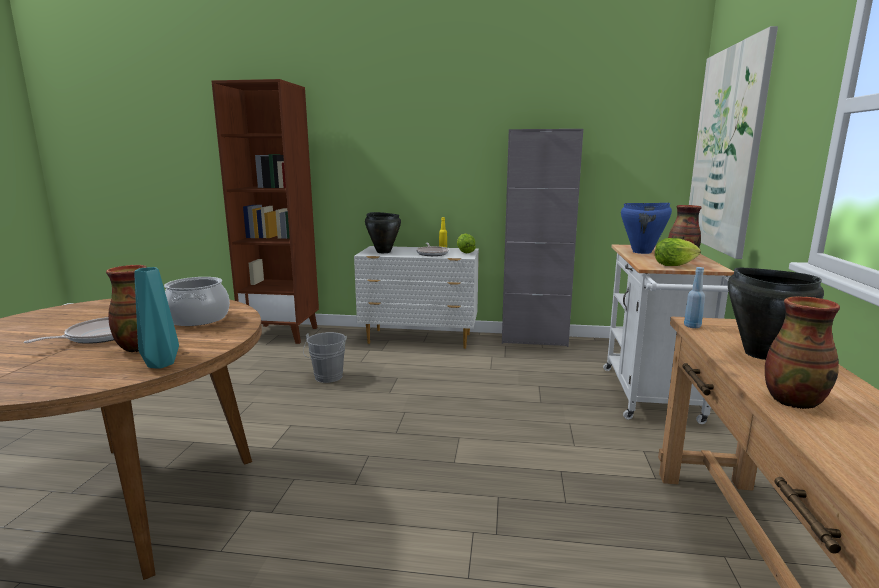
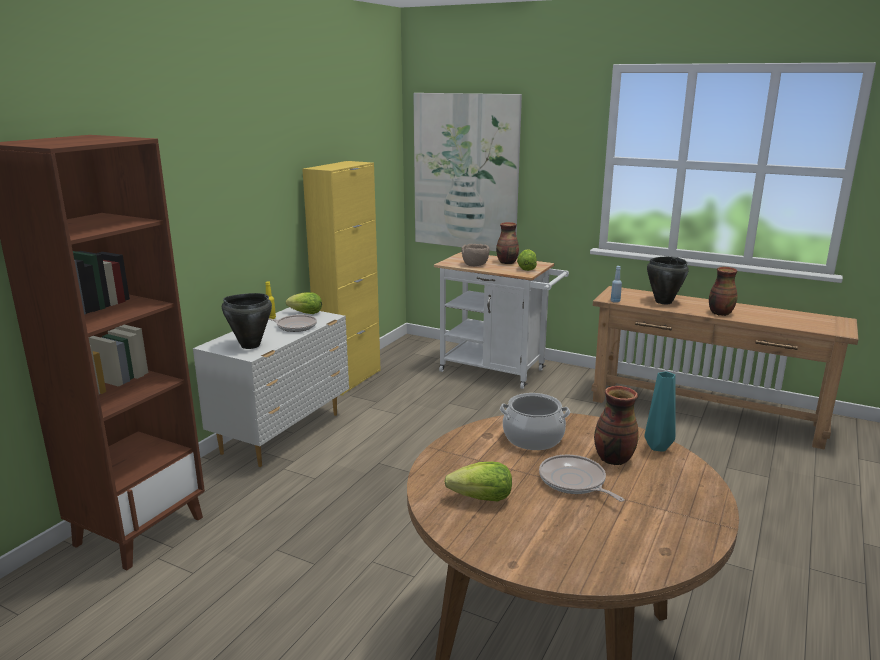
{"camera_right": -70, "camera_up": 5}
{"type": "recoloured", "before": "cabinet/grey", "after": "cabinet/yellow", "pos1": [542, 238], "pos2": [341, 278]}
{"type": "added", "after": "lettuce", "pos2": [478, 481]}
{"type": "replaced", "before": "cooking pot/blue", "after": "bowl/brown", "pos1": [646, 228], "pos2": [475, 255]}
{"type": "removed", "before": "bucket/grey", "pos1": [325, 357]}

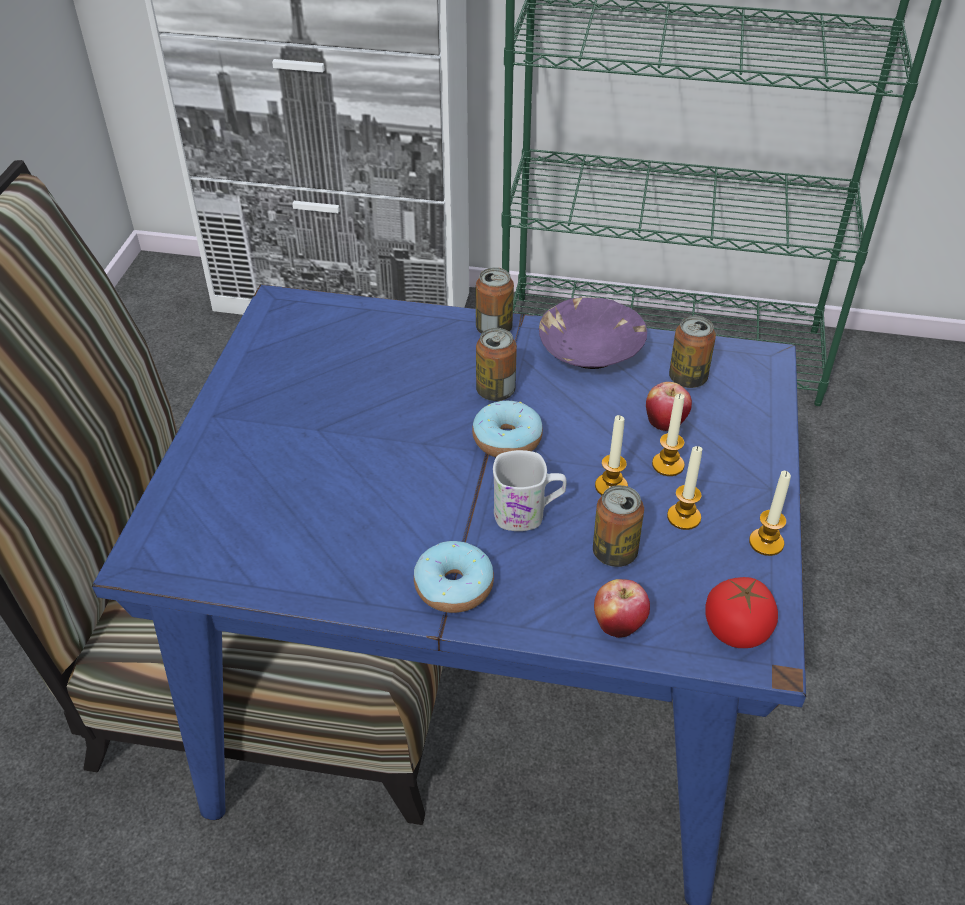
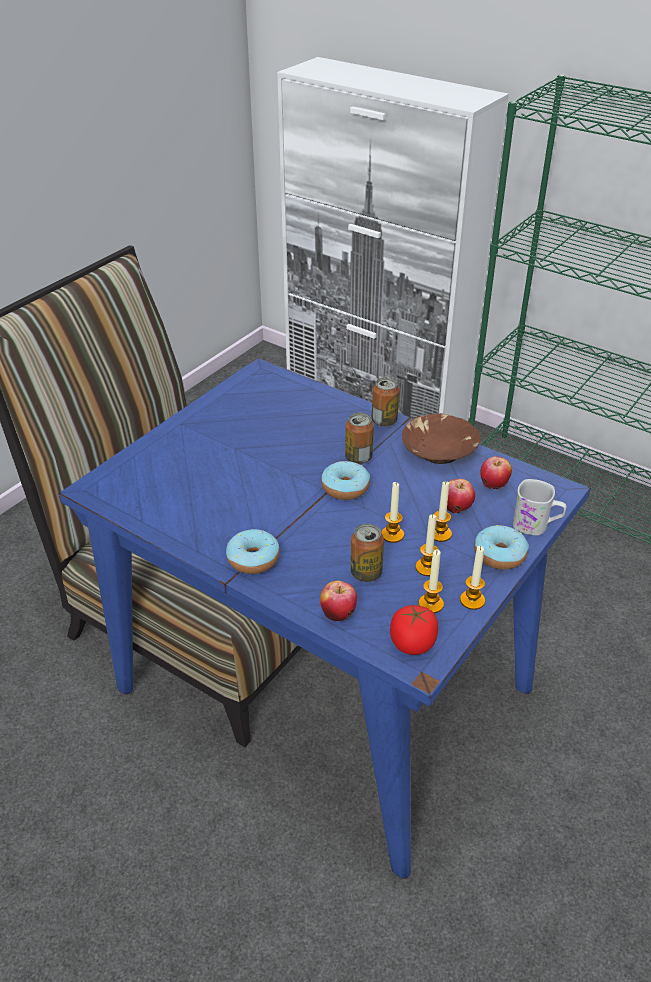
{"camera_right": 25, "camera_up": -5}
{"type": "recoloured", "before": "bowl/purple", "after": "bowl/brown", "pos1": [593, 333], "pos2": [441, 438]}
{"type": "added", "after": "candle", "pos2": [431, 581]}
{"type": "added", "after": "donut", "pos2": [501, 547]}
{"type": "replaced", "before": "can", "after": "apple", "pos1": [692, 352], "pos2": [496, 472]}
{"type": "moved", "before": "mug/white", "pos1": [530, 490], "pos2": [540, 507]}

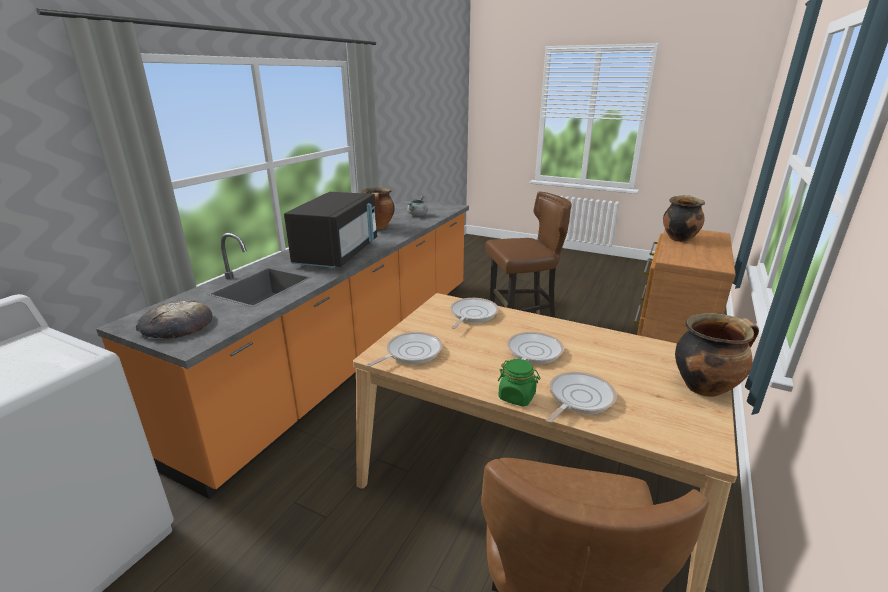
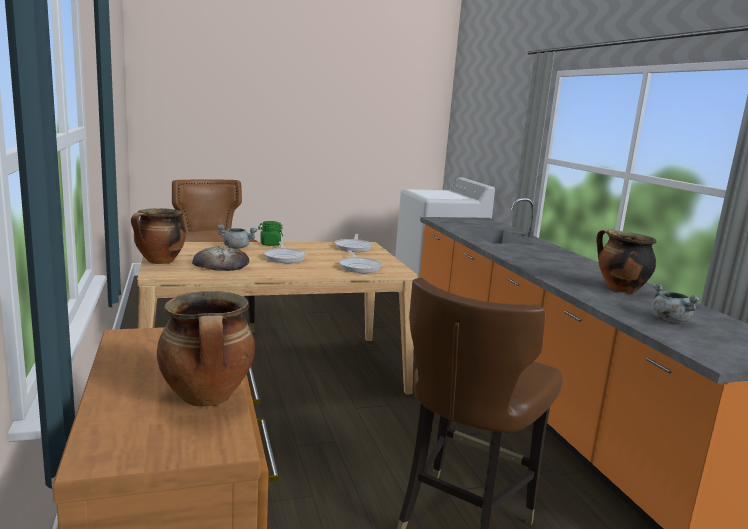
{"camera_right": 135, "camera_up": -10}
{"type": "moved", "before": "bread", "pos1": [174, 319], "pos2": [220, 258]}
{"type": "replaced", "before": "frying pan", "after": "cooking pot/grey", "pos1": [581, 397], "pos2": [237, 236]}
{"type": "removed", "before": "microwave/black", "pos1": [330, 230]}

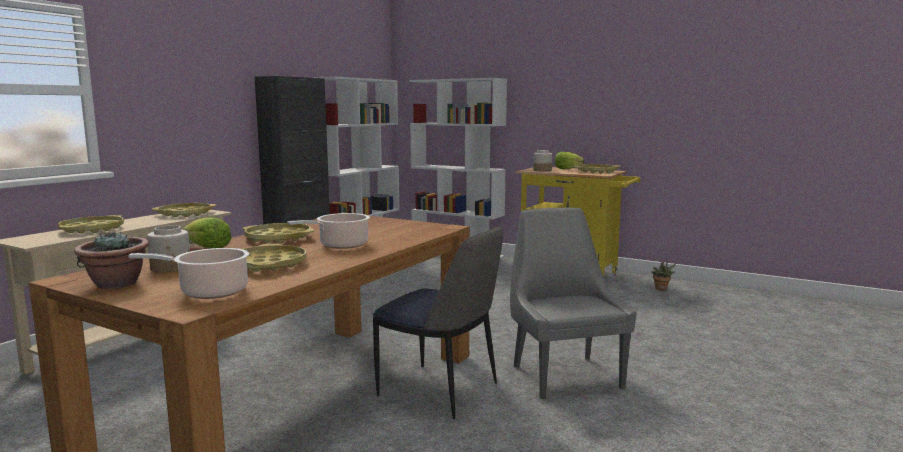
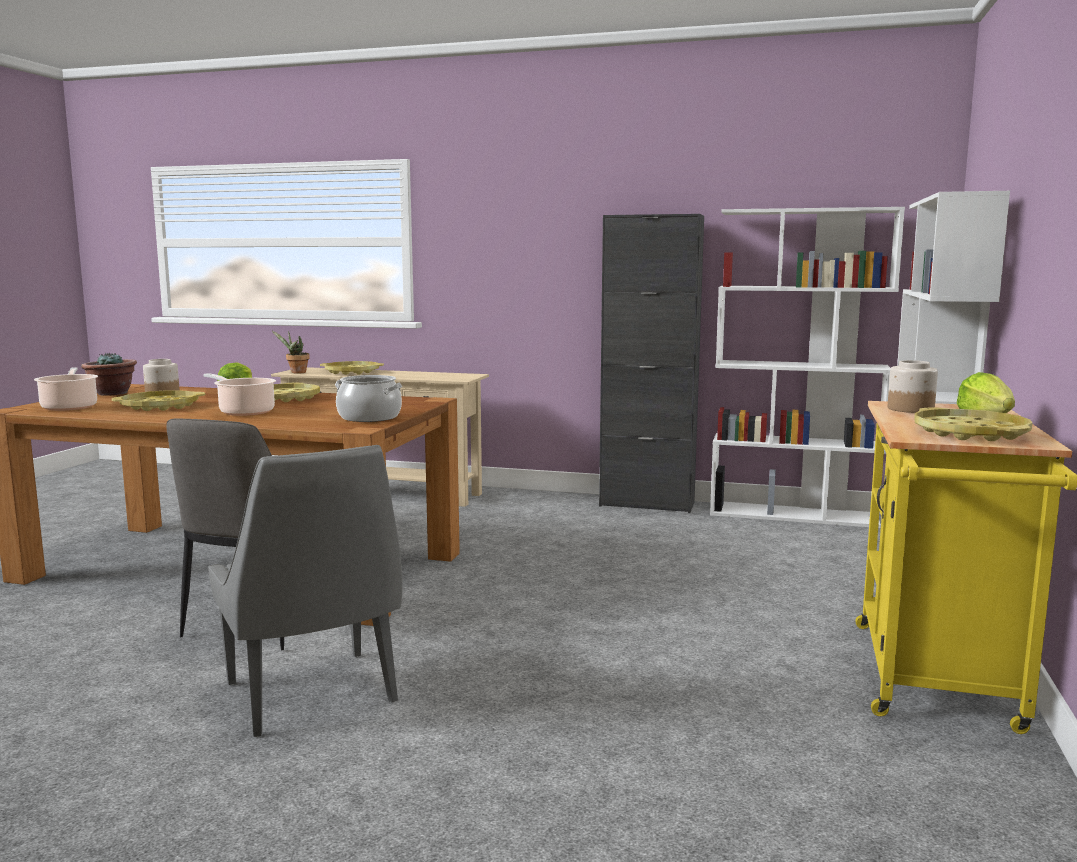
{"camera_right": 75, "camera_up": 0}
{"type": "turned", "before": "chair/grey", "pos1": [573, 303], "pos2": [305, 591], "turn": 90}
{"type": "moved", "before": "potted plant", "pos1": [663, 275], "pos2": [291, 352]}
{"type": "added", "after": "cooking pot", "pos2": [368, 398]}
{"type": "removed", "before": "tray/yellow", "pos1": [184, 210]}

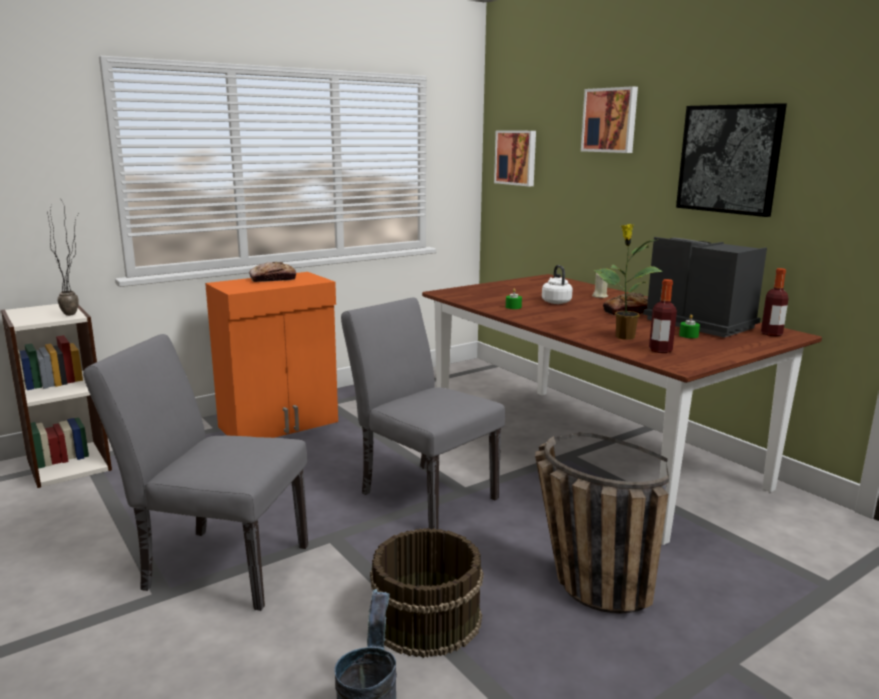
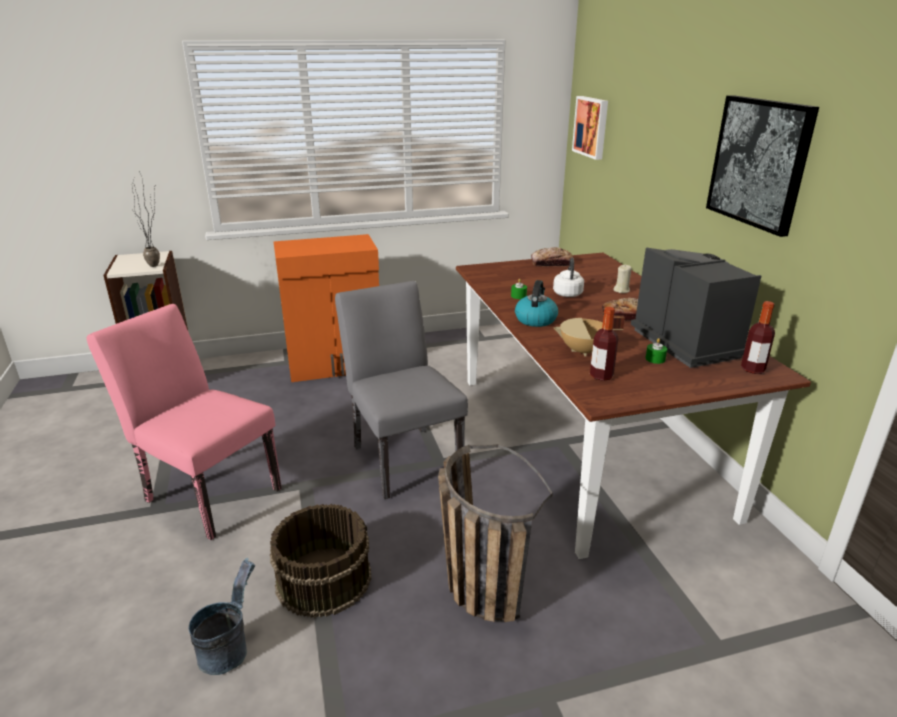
{"camera_right": 20, "camera_up": 10}
{"type": "recoloured", "before": "chair/grey", "after": "chair/pink", "pos1": [195, 472], "pos2": [184, 422]}
{"type": "added", "after": "kettle", "pos2": [536, 303]}
{"type": "moved", "before": "bread", "pos1": [272, 272], "pos2": [552, 256]}
{"type": "replaced", "before": "potted plant", "after": "cooking pot/beige", "pos1": [628, 282], "pos2": [589, 336]}
{"type": "removed", "before": "picture", "pos1": [609, 119]}

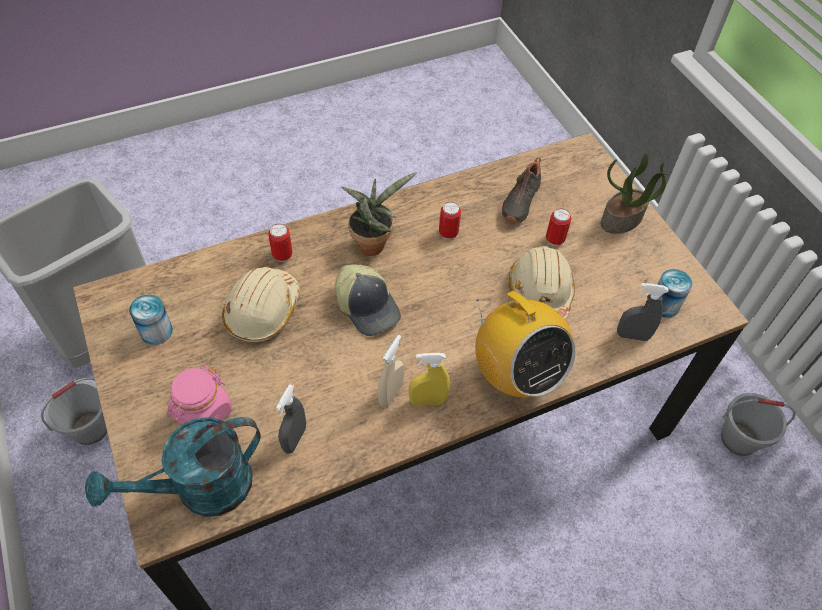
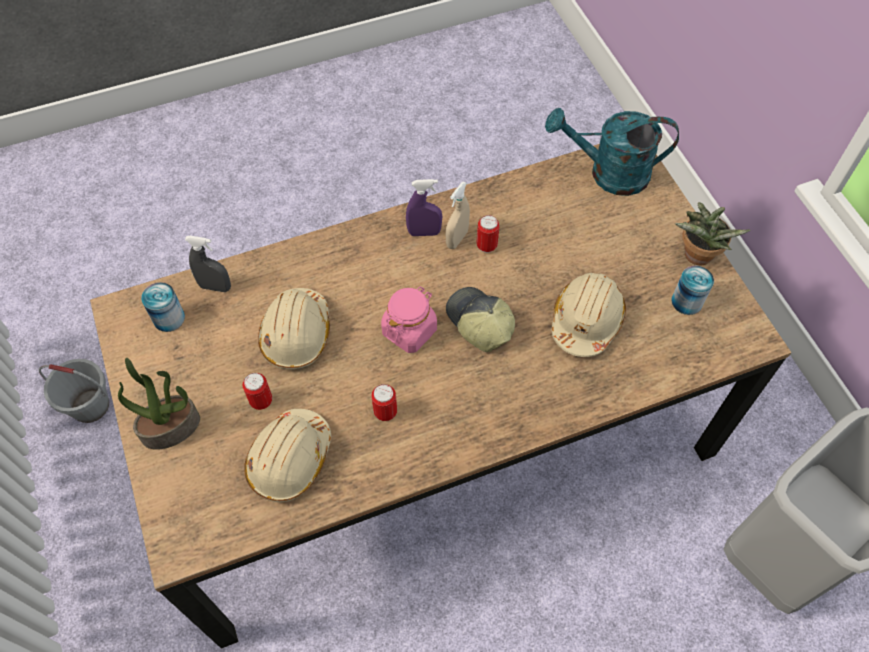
{"camera_right": -175, "camera_up": 5}
{"type": "replaced", "before": "shoe/black", "after": "hard hat/beige", "pos1": [521, 190], "pos2": [287, 455]}
{"type": "moved", "before": "jar/pink", "pos1": [199, 395], "pos2": [409, 320]}
{"type": "recoloured", "before": "spray bottle/yellow", "after": "spray bottle/purple", "pos1": [429, 379], "pos2": [424, 207]}
{"type": "moved", "before": "can", "pos1": [280, 243], "pos2": [487, 234]}
{"type": "turned", "before": "watering can/turquoise", "pos1": [173, 467], "pos2": [612, 152], "turn": -150}
{"type": "moved", "before": "potted plant", "pos1": [379, 214], "pos2": [712, 233]}
{"type": "removed", "before": "bucket/grey", "pos1": [74, 411]}
{"type": "removed", "before": "spray bottle/grey", "pos1": [291, 419]}
{"type": "removed", "before": "radio", "pos1": [525, 344]}

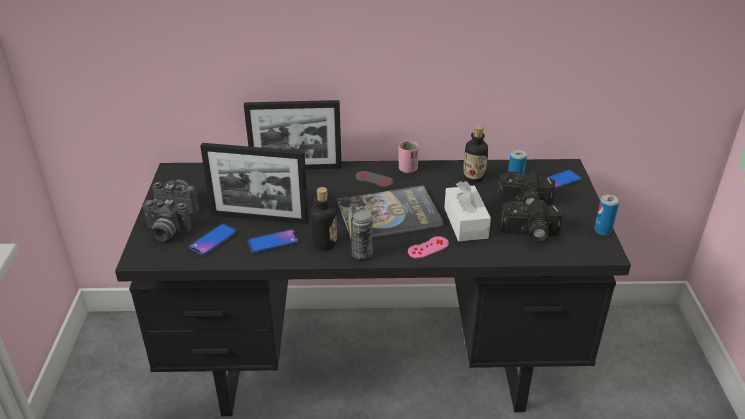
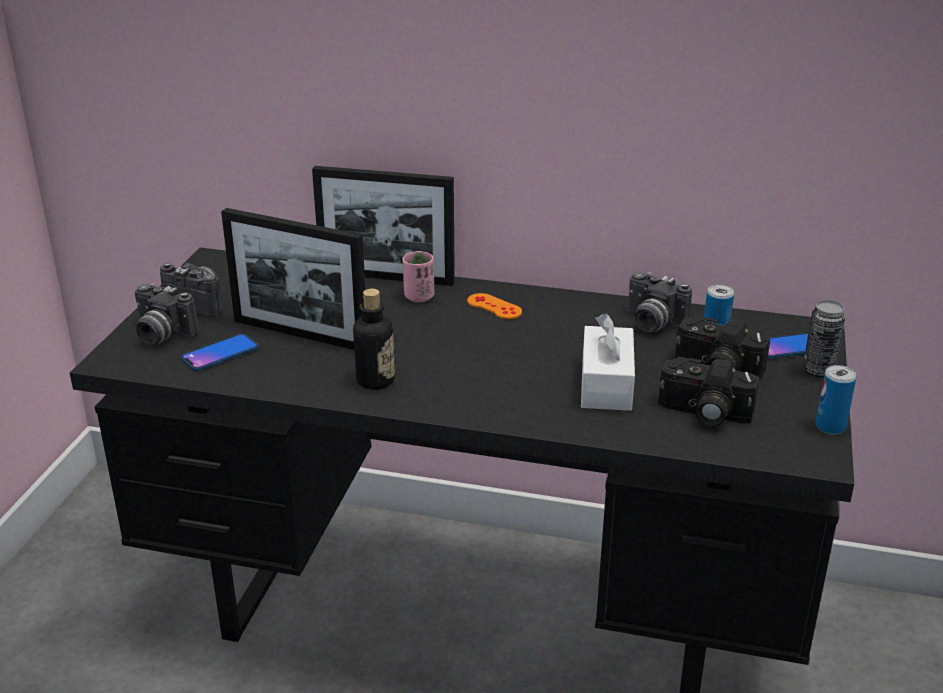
{"camera_right": 15, "camera_up": -5}
{"type": "moved", "before": "cup/pink", "pos1": [409, 157], "pos2": [419, 276]}
{"type": "recoloured", "before": "game controller/grey", "after": "game controller/orange", "pos1": [374, 179], "pos2": [494, 306]}
{"type": "replaced", "before": "bottle", "after": "photo camera", "pos1": [475, 154], "pos2": [660, 302]}
{"type": "moved", "before": "can", "pos1": [362, 234], "pos2": [824, 339]}
{"type": "removed", "before": "phone", "pos1": [273, 241]}
{"type": "removed", "before": "book", "pos1": [390, 211]}
{"type": "removed", "before": "game controller/pink", "pos1": [428, 247]}

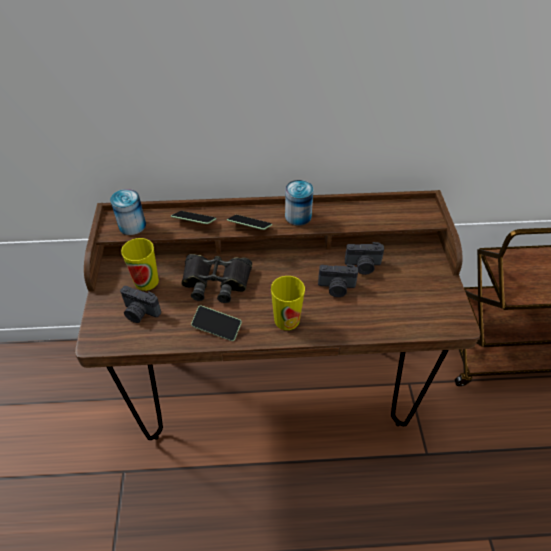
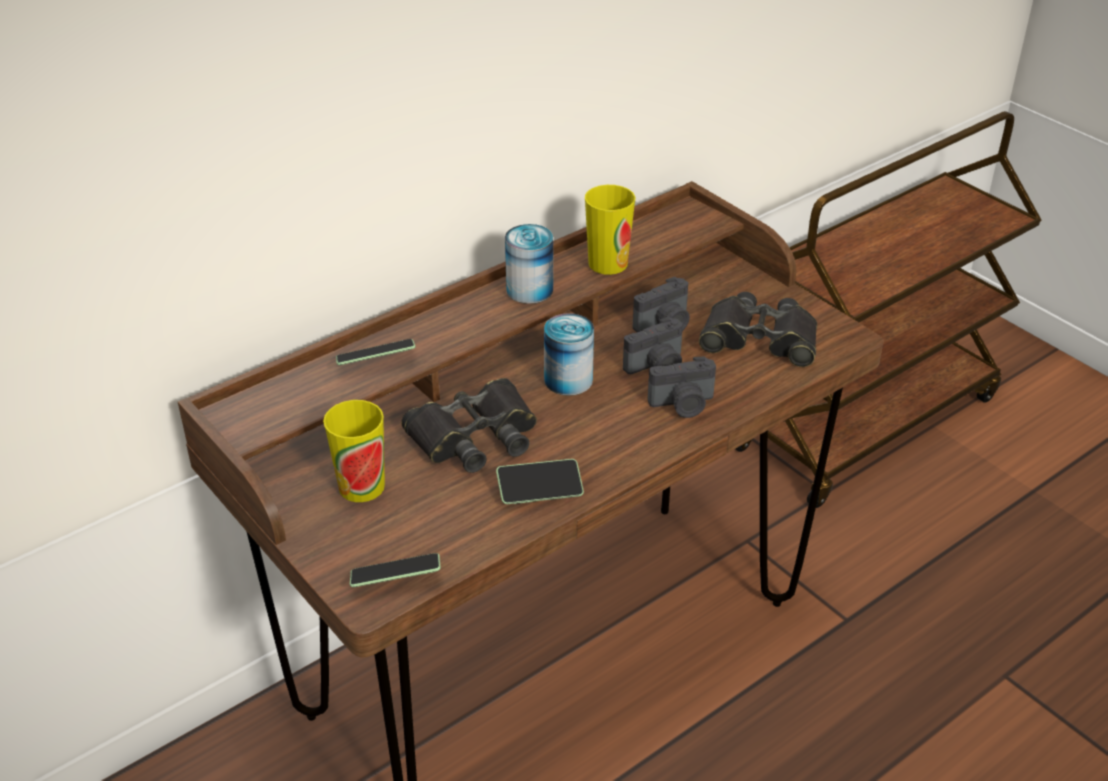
{"camera_right": -35, "camera_up": -10}
{"type": "moved", "before": "phone", "pos1": [249, 222], "pos2": [395, 570]}
{"type": "moved", "before": "can", "pos1": [128, 212], "pos2": [569, 354]}
{"type": "moved", "before": "cup", "pos1": [288, 303], "pos2": [610, 230]}
{"type": "moved", "before": "photo camera", "pos1": [140, 304], "pos2": [682, 387]}
{"type": "added", "after": "binoculars/black", "pos2": [758, 329]}

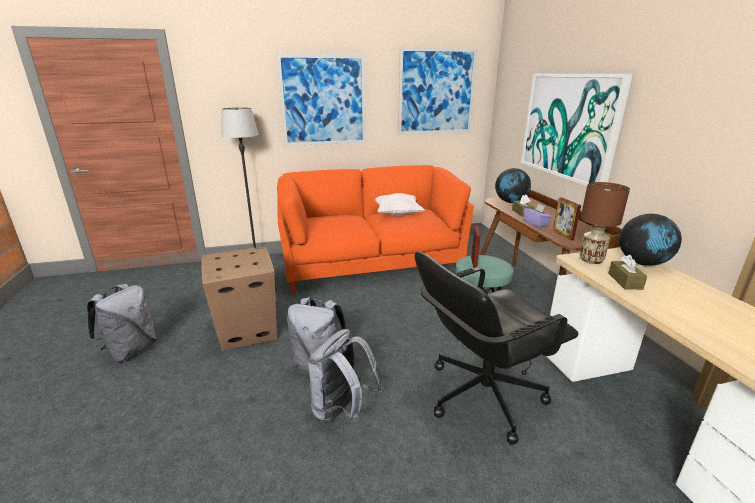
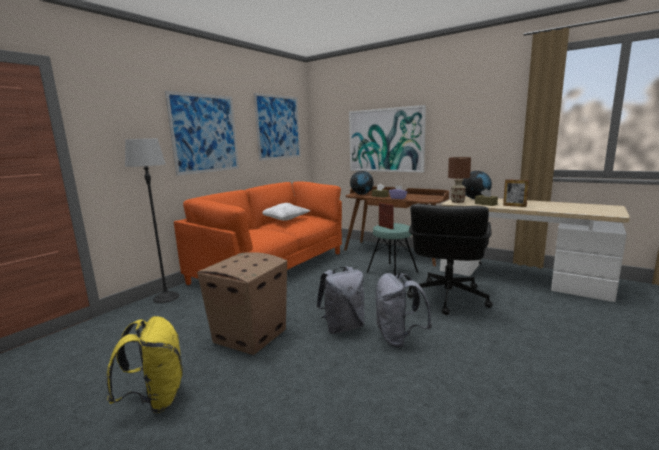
{"camera_right": -40, "camera_up": -10}
{"type": "recoloured", "before": "backpack/grey", "after": "backpack/yellow", "pos1": [122, 323], "pos2": [144, 364]}
{"type": "moved", "before": "picture frame", "pos1": [567, 219], "pos2": [516, 193]}

